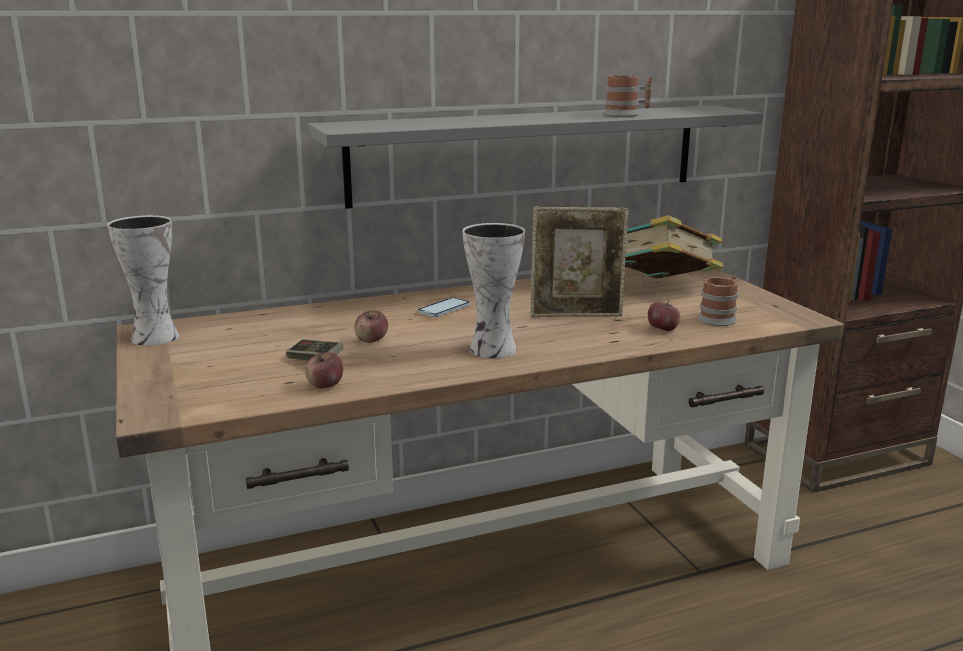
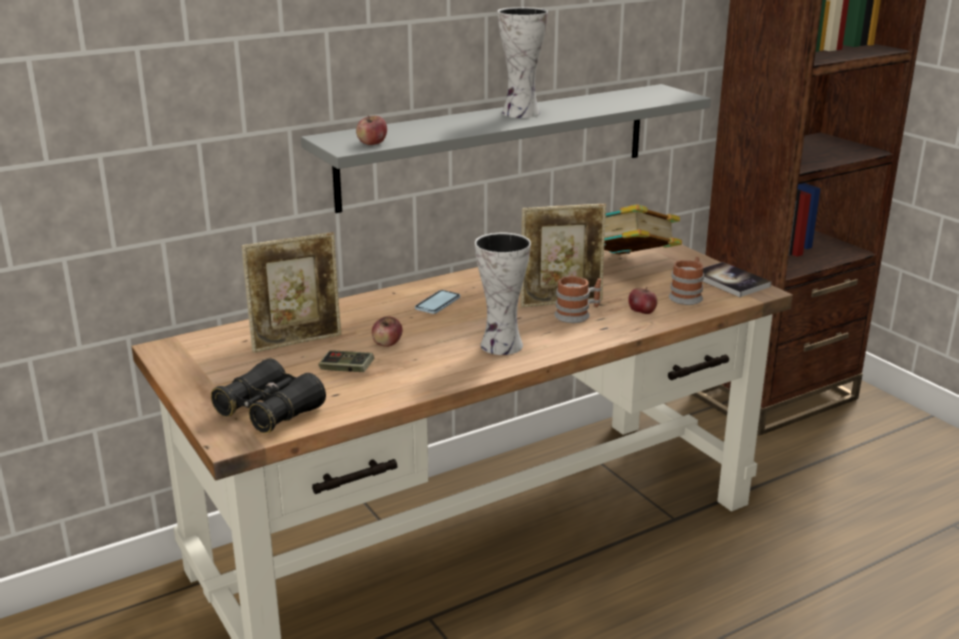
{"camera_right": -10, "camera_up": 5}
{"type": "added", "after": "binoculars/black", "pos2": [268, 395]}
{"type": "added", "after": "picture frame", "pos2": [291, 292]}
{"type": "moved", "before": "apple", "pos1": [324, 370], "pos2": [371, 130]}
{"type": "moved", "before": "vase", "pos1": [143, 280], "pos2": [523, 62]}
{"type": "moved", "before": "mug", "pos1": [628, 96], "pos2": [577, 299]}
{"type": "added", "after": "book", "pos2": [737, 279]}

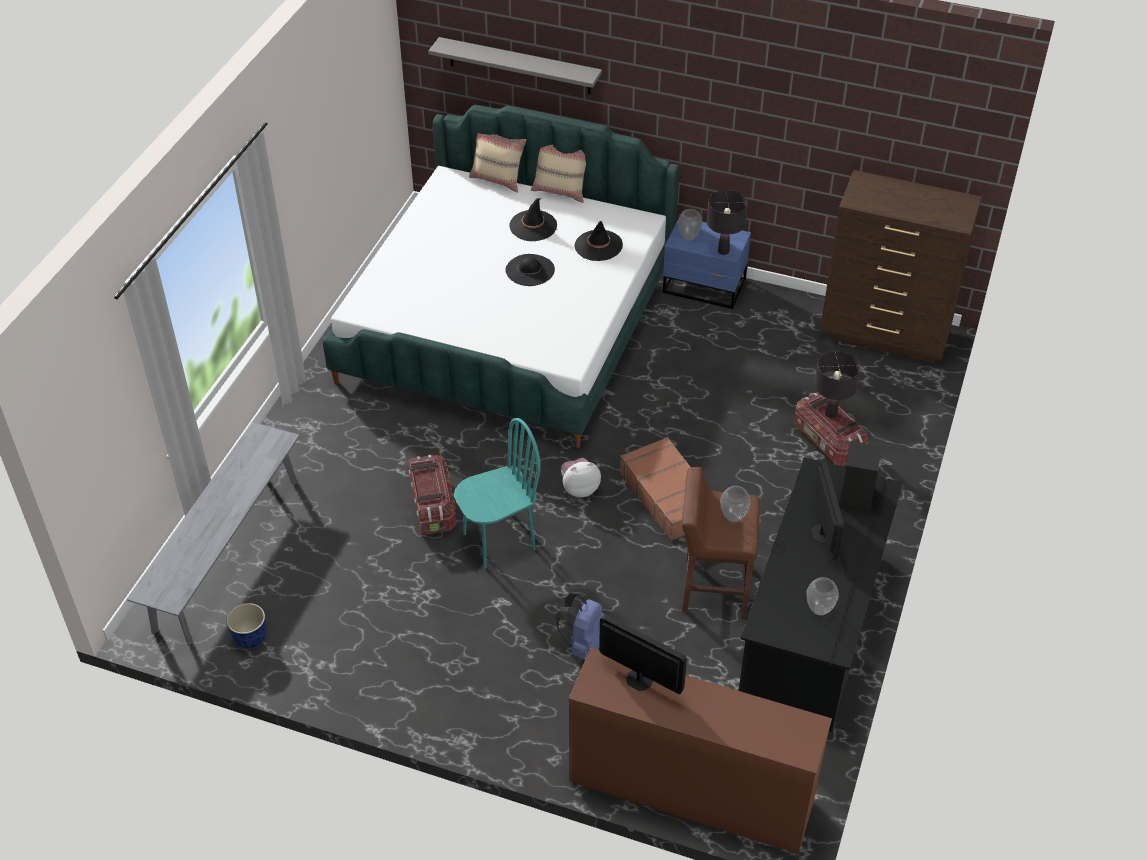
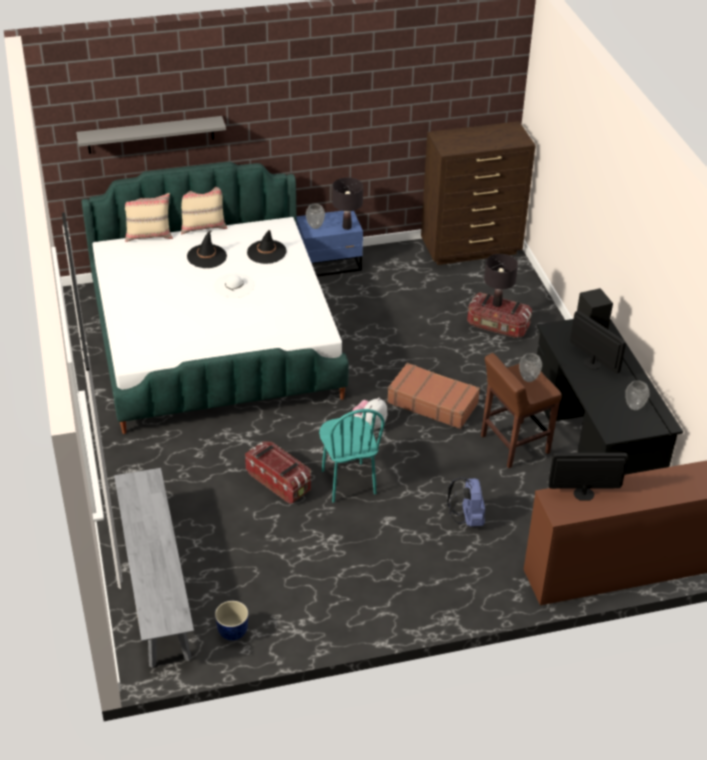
{"camera_right": -35, "camera_up": -5}
{"type": "recoloured", "before": "hat/black", "after": "hat/white", "pos1": [530, 270], "pos2": [234, 285]}
{"type": "turned", "before": "chair/turquoise", "pos1": [497, 493], "pos2": [352, 456], "turn": 135}

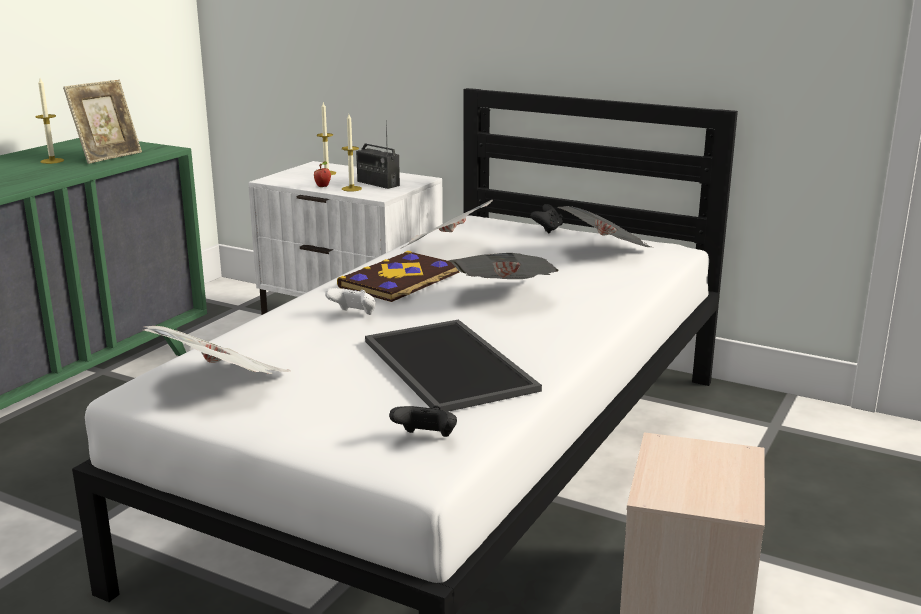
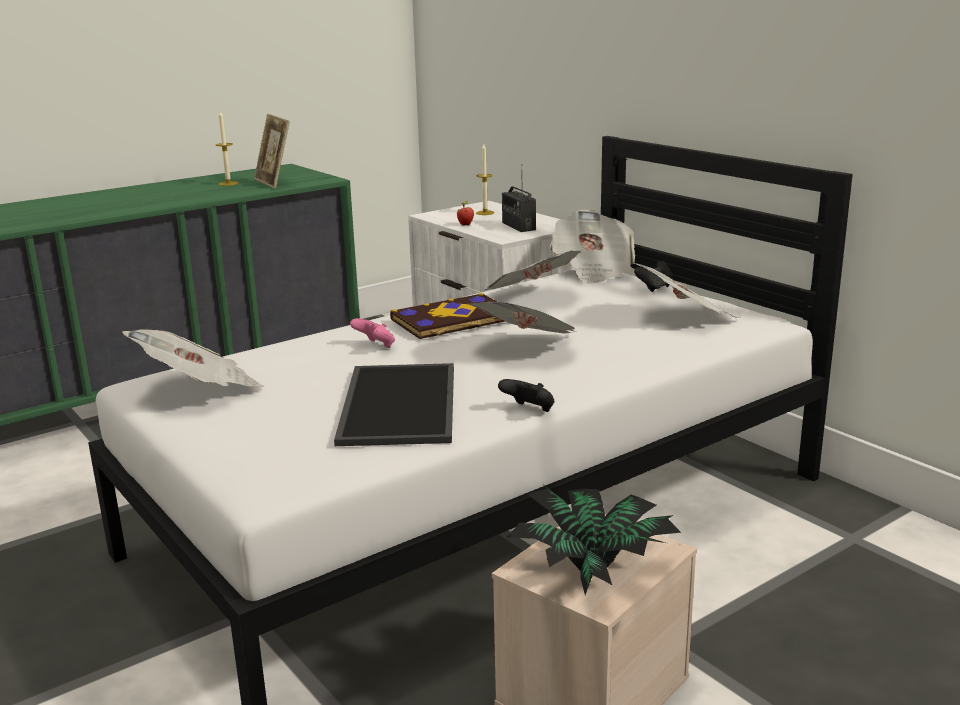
{"camera_right": 25, "camera_up": 0}
{"type": "turned", "before": "picture frame", "pos1": [102, 122], "pos2": [272, 151], "turn": 90}
{"type": "recoloured", "before": "game controller/white", "after": "game controller/pink", "pos1": [350, 301], "pos2": [372, 333]}
{"type": "moved", "before": "game controller/black", "pos1": [423, 421], "pos2": [526, 395]}
{"type": "added", "after": "potted plant", "pos2": [594, 540]}
{"type": "added", "after": "newspaper", "pos2": [592, 246]}
{"type": "removed", "before": "candle", "pos1": [352, 153]}

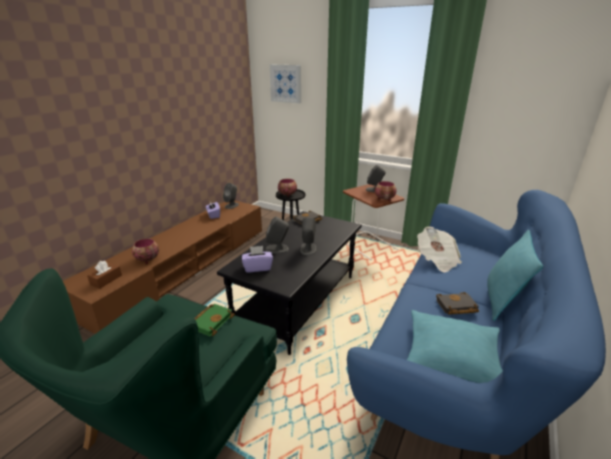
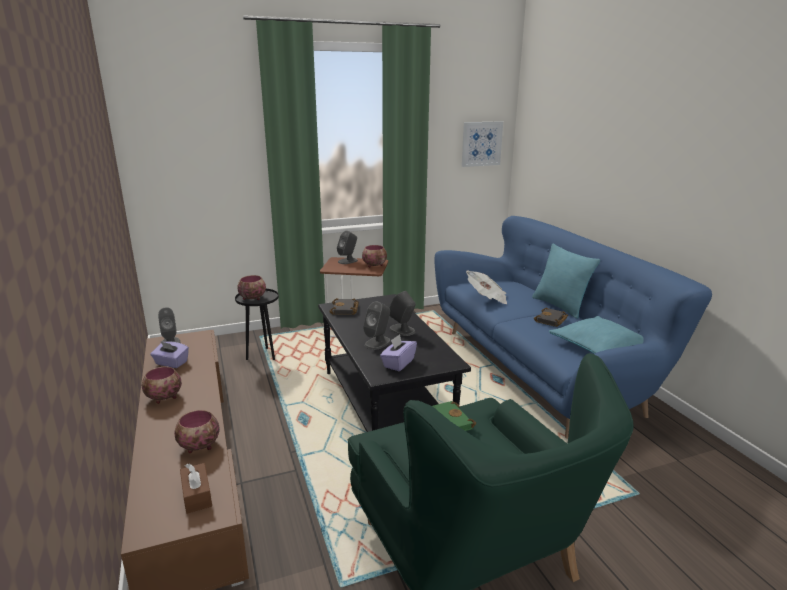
{"camera_right": -50, "camera_up": -5}
{"type": "added", "after": "bowl", "pos2": [162, 385]}
{"type": "moved", "before": "picture", "pos1": [285, 84], "pos2": [482, 144]}

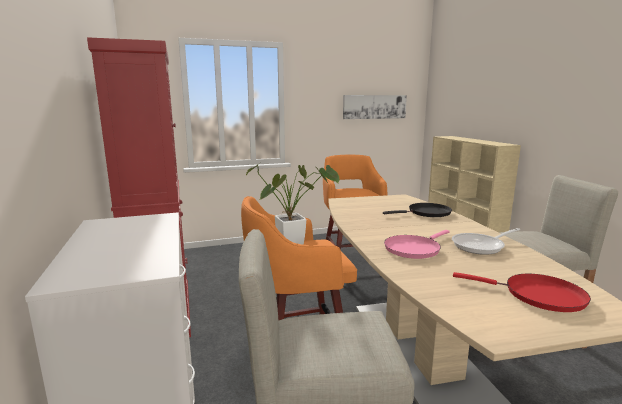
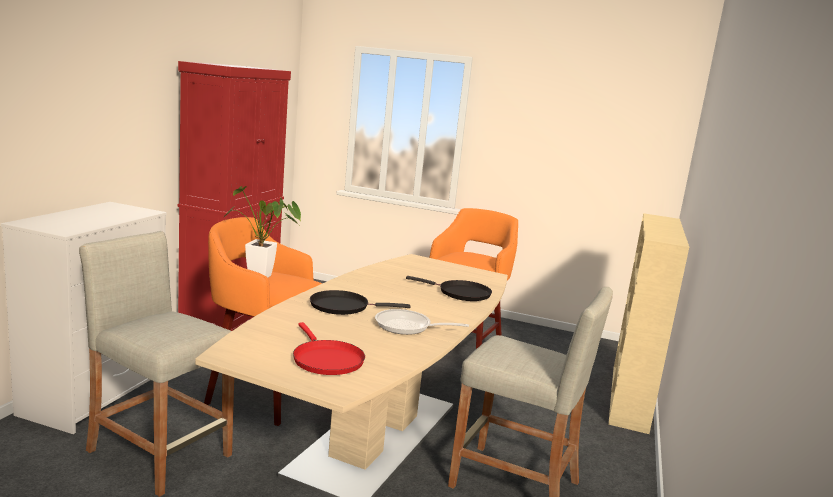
{"camera_right": 35, "camera_up": 0}
{"type": "recoloured", "before": "frying pan/pink", "after": "frying pan/black", "pos1": [417, 244], "pos2": [360, 302]}
{"type": "removed", "before": "picture", "pos1": [375, 107]}

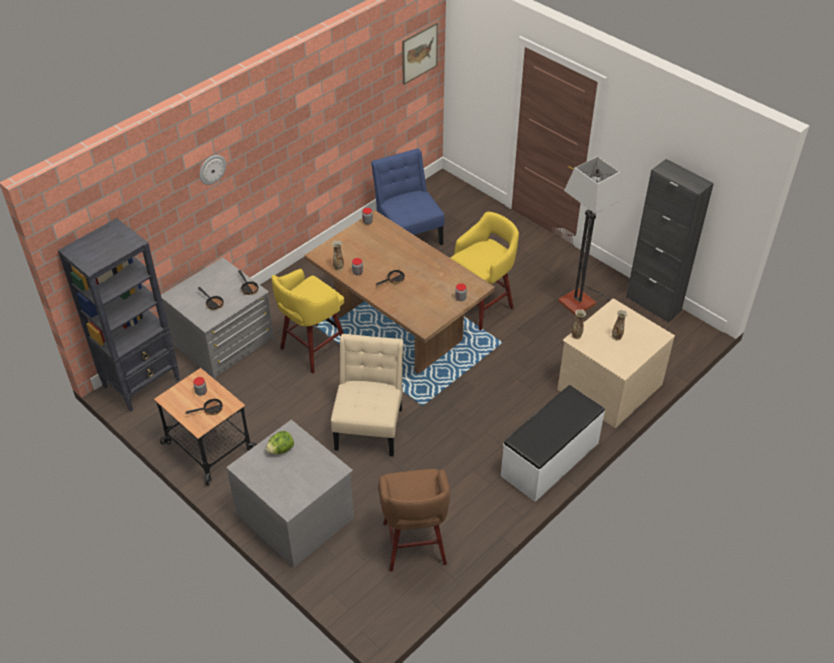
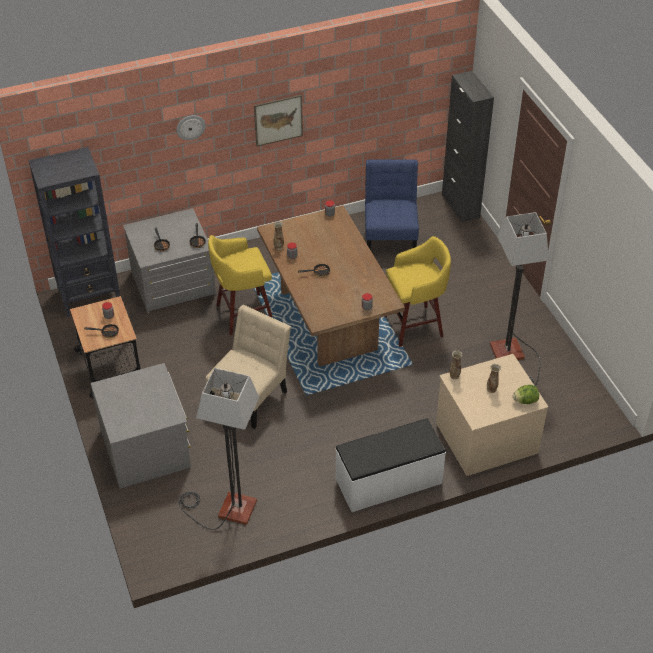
{"camera_right": 25, "camera_up": 0}
{"type": "replaced", "before": "stool/brown", "after": "floor lamp", "pos1": [414, 520], "pos2": [219, 449]}
{"type": "moved", "before": "picture", "pos1": [420, 54], "pos2": [278, 121]}
{"type": "moved", "before": "cabinet/black", "pos1": [670, 240], "pos2": [468, 147]}
{"type": "moved", "before": "lettuce", "pos1": [280, 442], "pos2": [526, 394]}

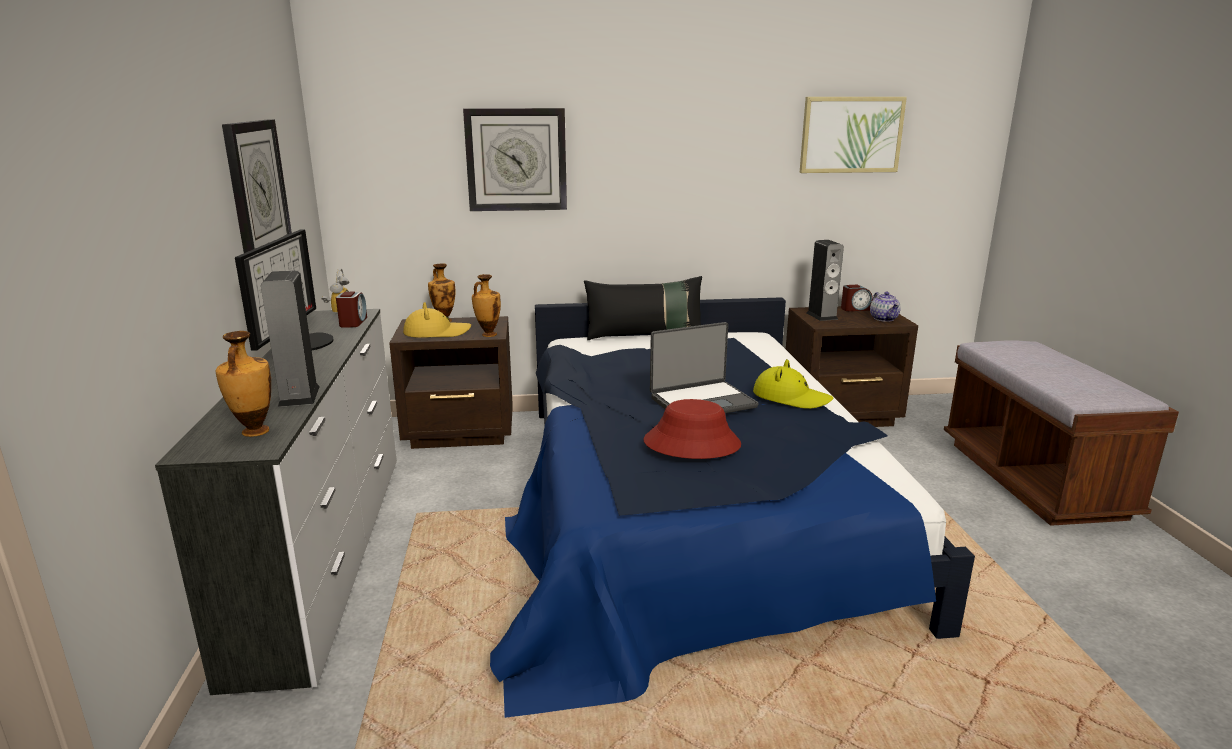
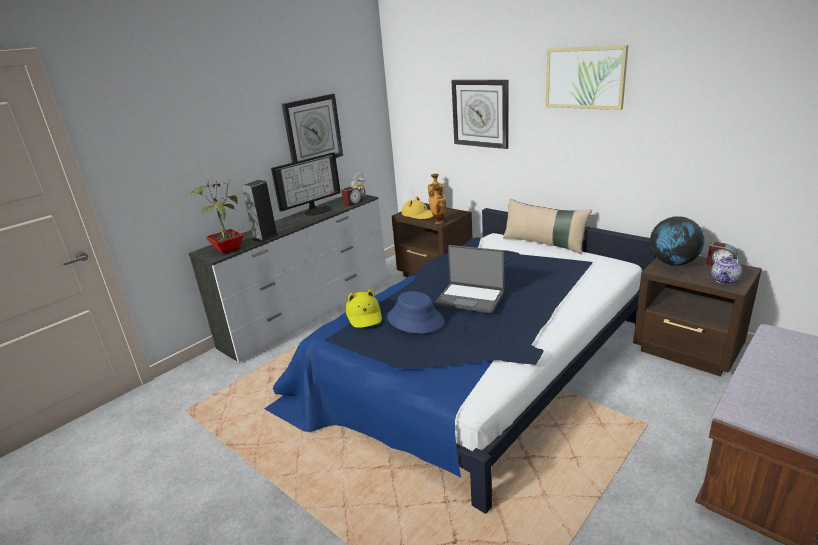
{"camera_right": 50, "camera_up": 5}
{"type": "replaced", "before": "vase", "after": "potted plant", "pos1": [243, 384], "pos2": [215, 216]}
{"type": "moved", "before": "hat/yellow", "pos1": [793, 384], "pos2": [364, 308]}
{"type": "recoloured", "before": "hat/red", "after": "hat/blue", "pos1": [692, 429], "pos2": [415, 312]}
{"type": "recoloured", "before": "pillow/black", "after": "pillow/beige", "pos1": [643, 308], "pos2": [547, 226]}
{"type": "moved", "before": "picture", "pos1": [853, 135], "pos2": [587, 77]}
{"type": "replaced", "before": "speaker", "after": "globe", "pos1": [825, 280], "pos2": [677, 240]}

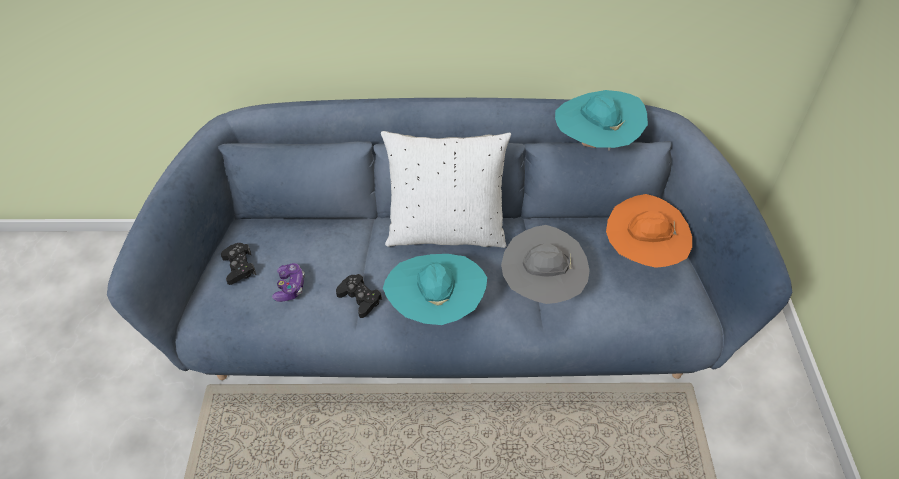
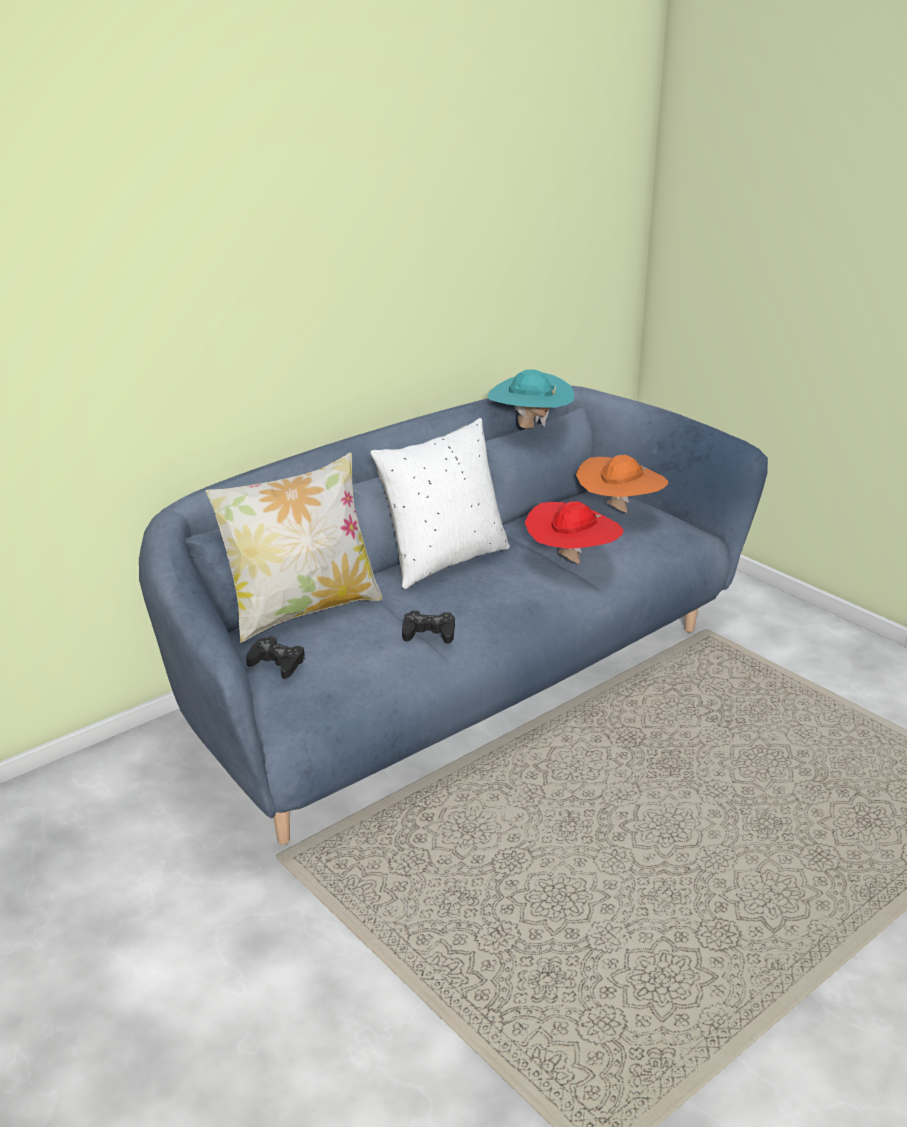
{"camera_right": -40, "camera_up": -20}
{"type": "added", "after": "pillow", "pos2": [293, 547]}
{"type": "recoloured", "before": "hat/grey", "after": "hat/red", "pos1": [545, 264], "pos2": [574, 532]}
{"type": "removed", "before": "game controller", "pos1": [288, 282]}
{"type": "removed", "before": "hat/turquoise", "pos1": [435, 289]}

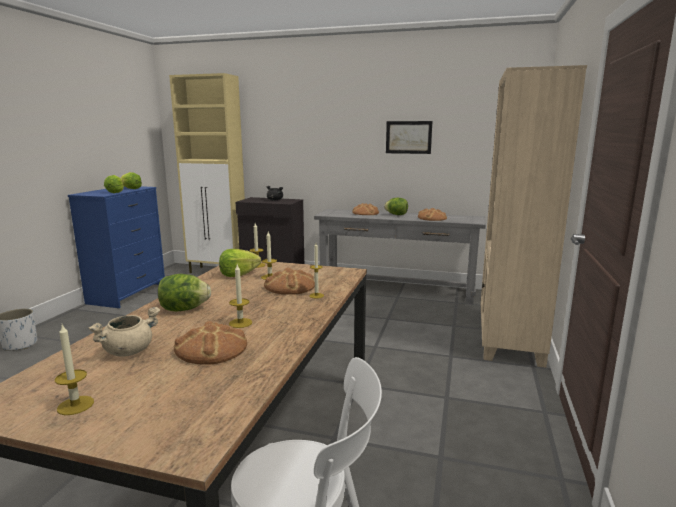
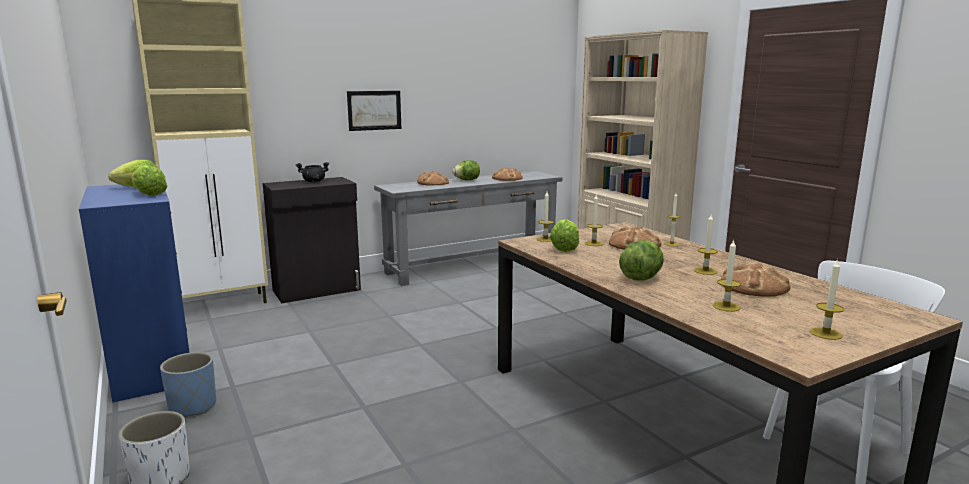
{"camera_right": -45, "camera_up": 0}
{"type": "added", "after": "planter/blue", "pos2": [188, 384]}
{"type": "moved", "before": "picture", "pos1": [409, 137], "pos2": [374, 111]}
{"type": "replaced", "before": "cooking pot/beige", "after": "candle", "pos1": [124, 332], "pos2": [727, 275]}

